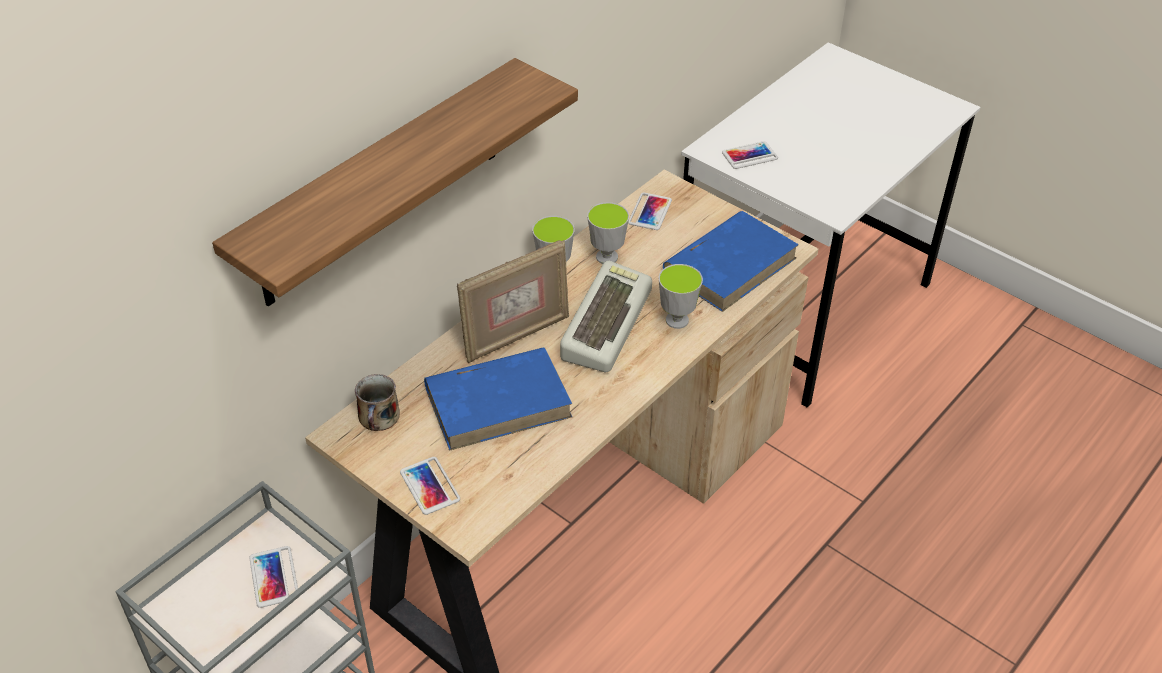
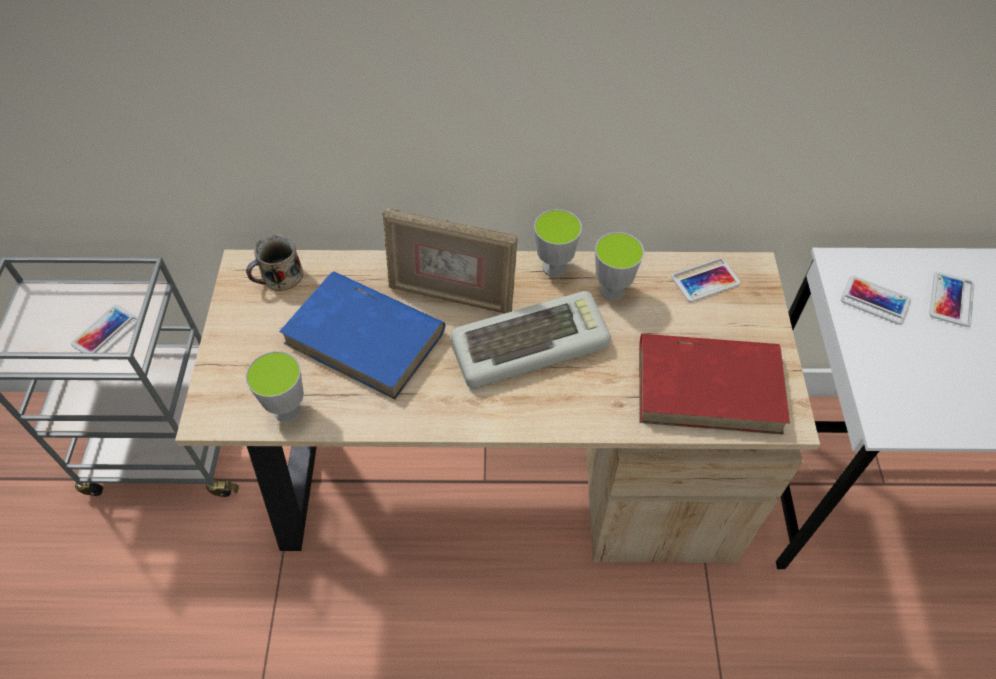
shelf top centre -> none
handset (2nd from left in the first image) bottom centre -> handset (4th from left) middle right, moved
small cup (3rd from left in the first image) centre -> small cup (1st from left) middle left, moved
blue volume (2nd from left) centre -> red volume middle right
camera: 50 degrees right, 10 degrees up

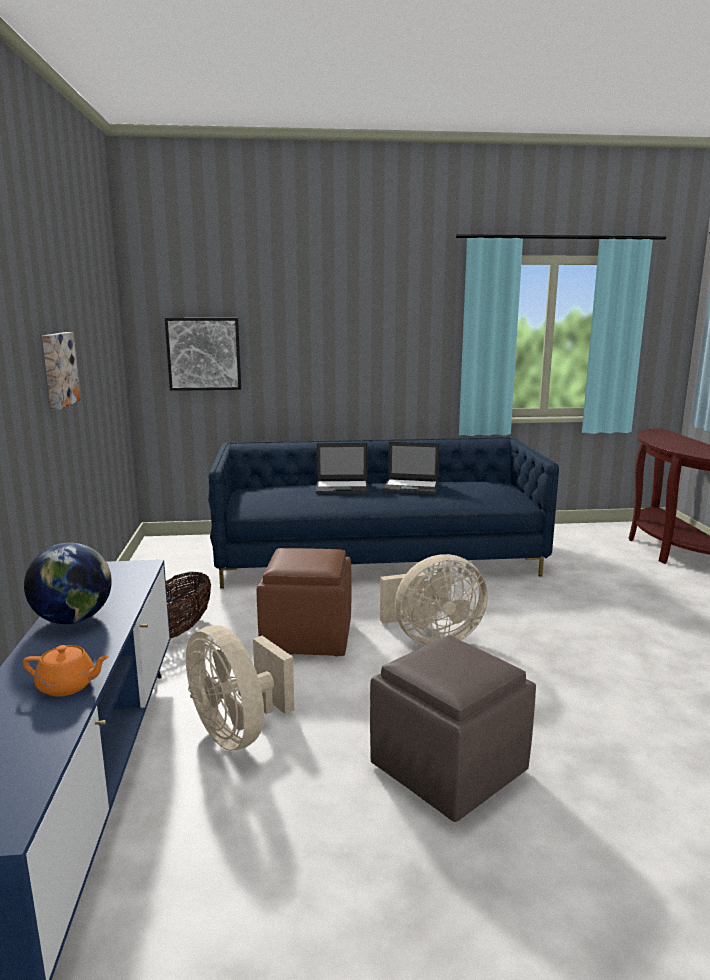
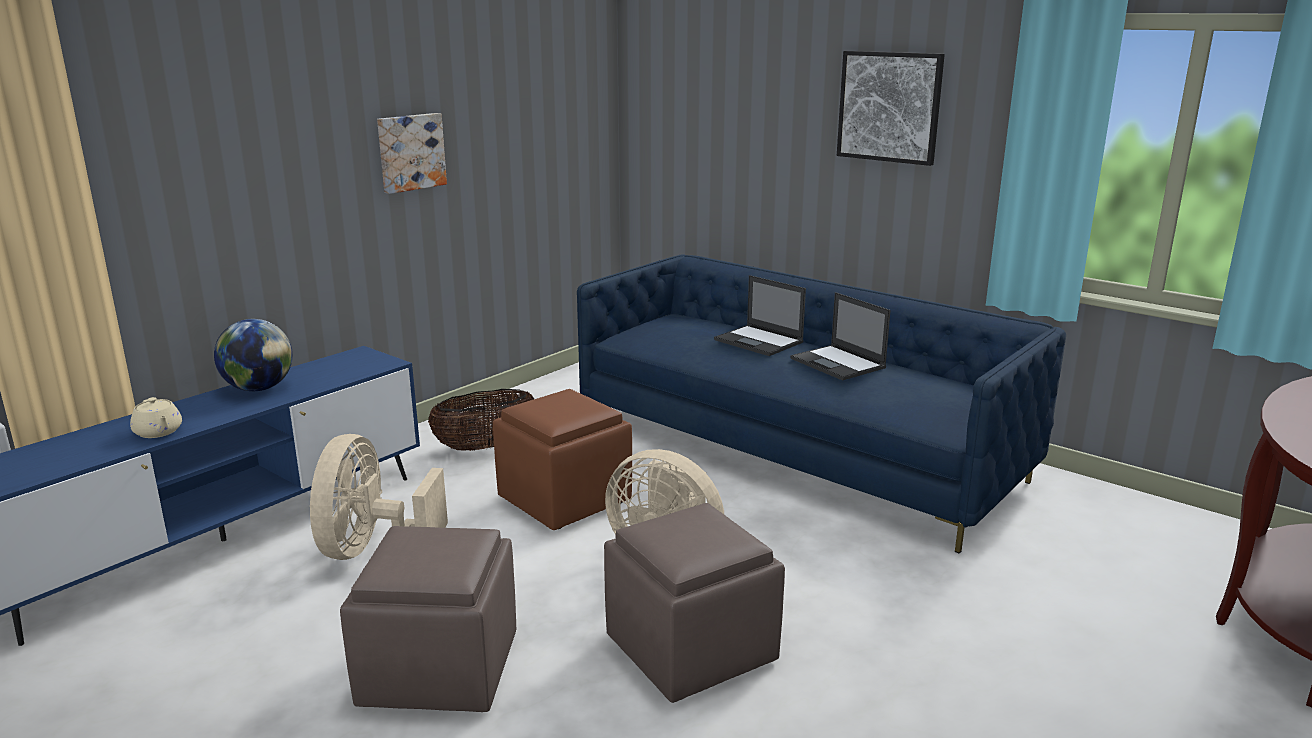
orangey tea pot bottom left -> beige tea pot middle left
wall picture (2nd from left) middle left -> wall picture (2nd from left) top right, moved
none -> brown ottoman (3rd from left) bottom centre
camera: 45 degrees right, 5 degrees up

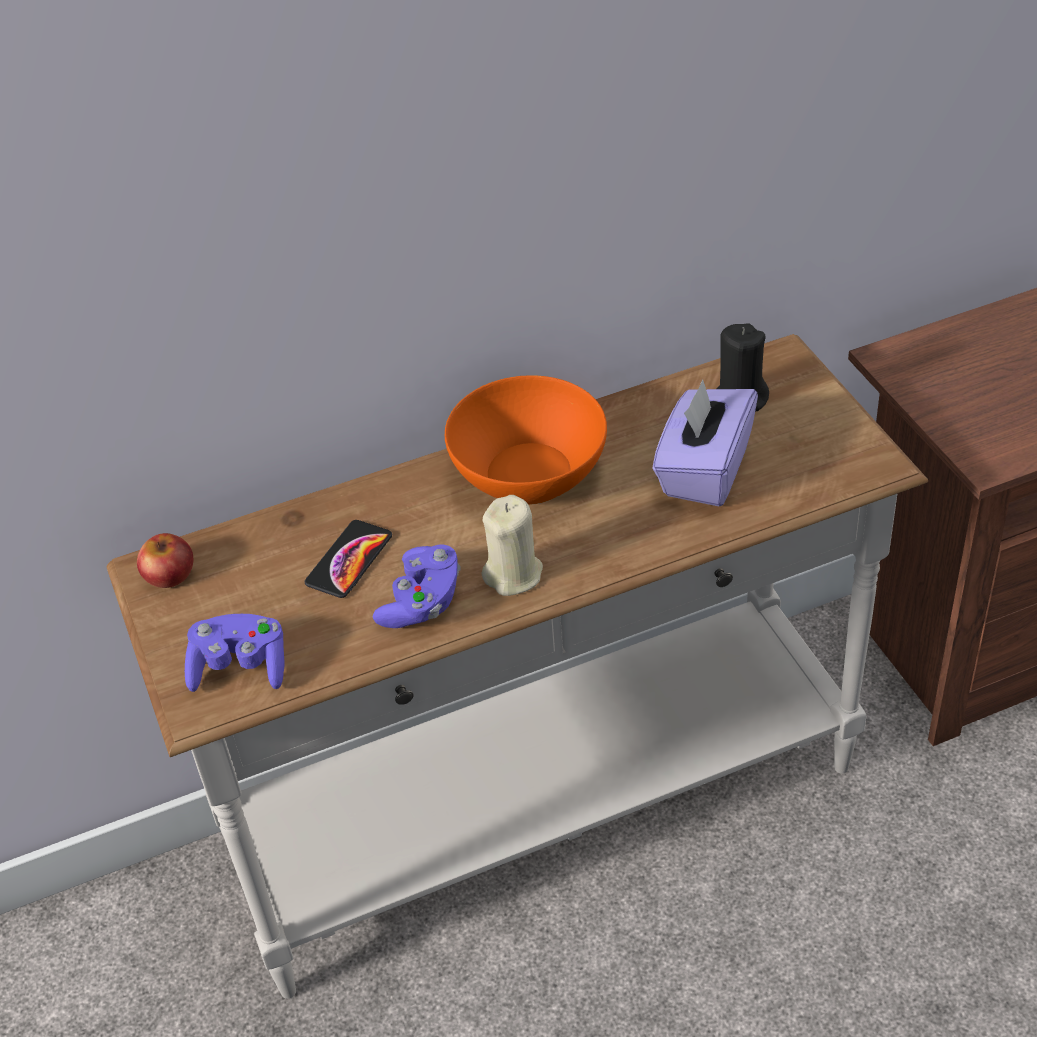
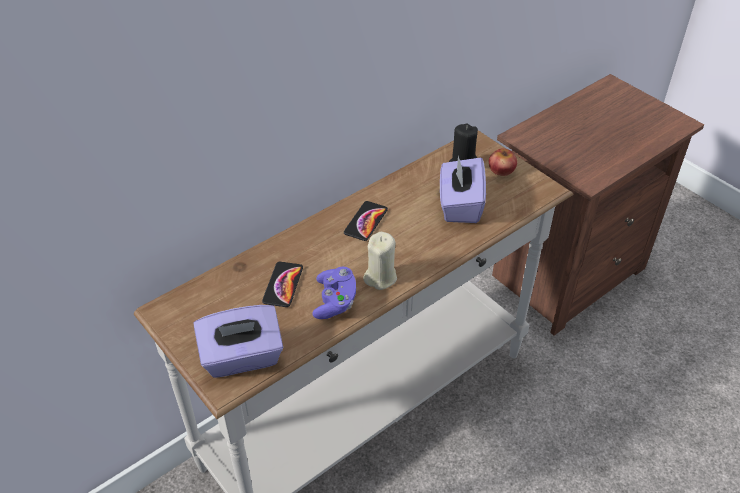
whole apple middle left -> whole apple top right, moved
purplish gamepad (1st from left) middle left -> purplish box of tissues (1st from left) bottom left
orangey deep dish centre -> handset (2nd from left) centre
camera: 20 degrees left, 0 degrees up

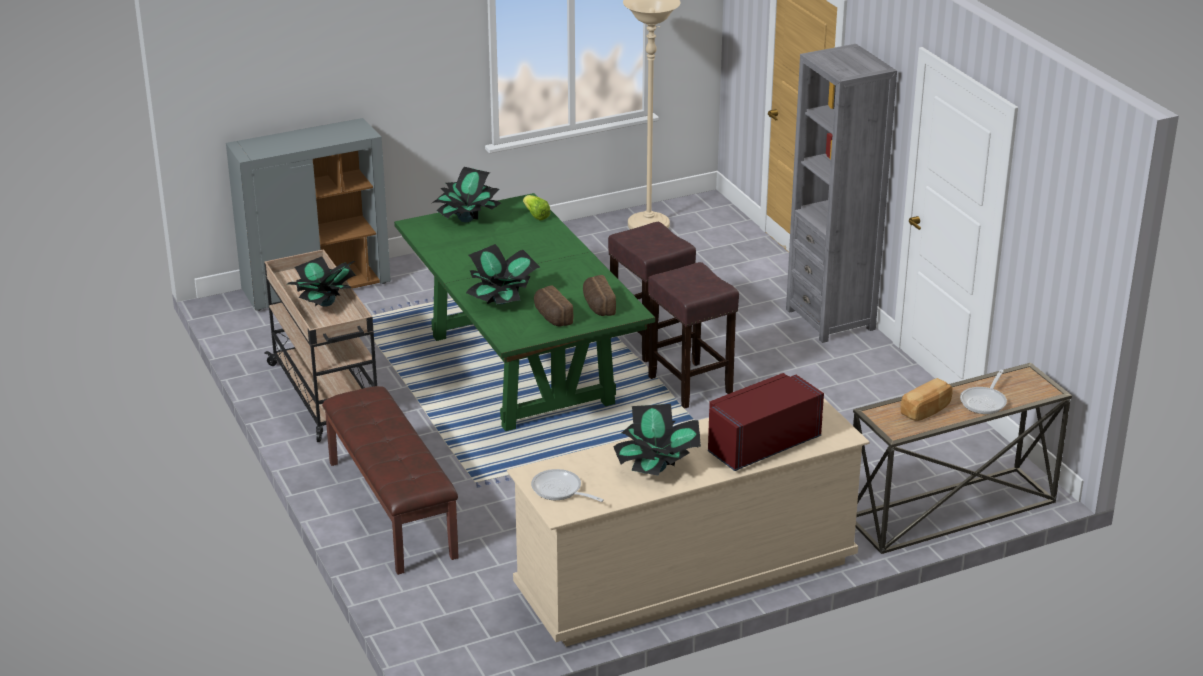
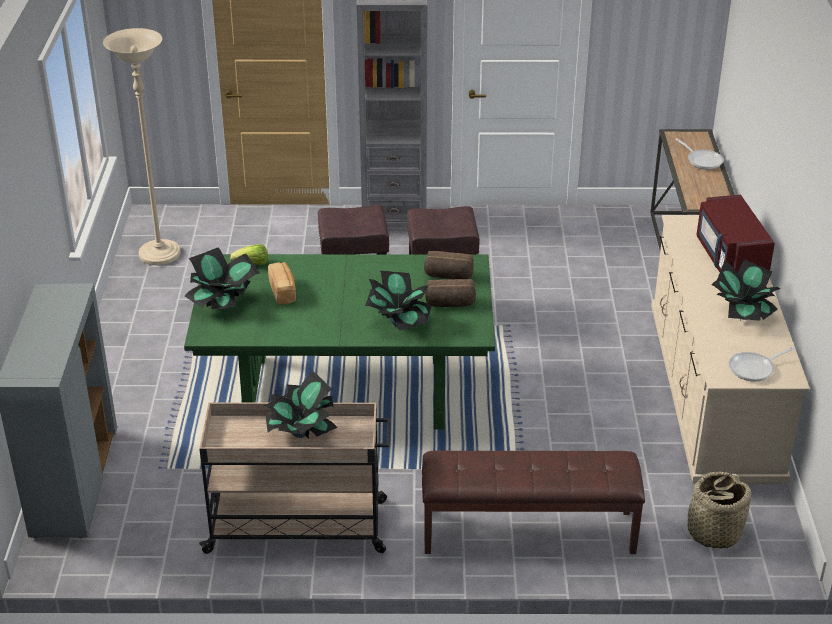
baked bread (3rd from left in the first image) middle right -> baked bread (1st from left) centre, moved
none -> basket bottom right
camera: 65 degrees left, 5 degrees up

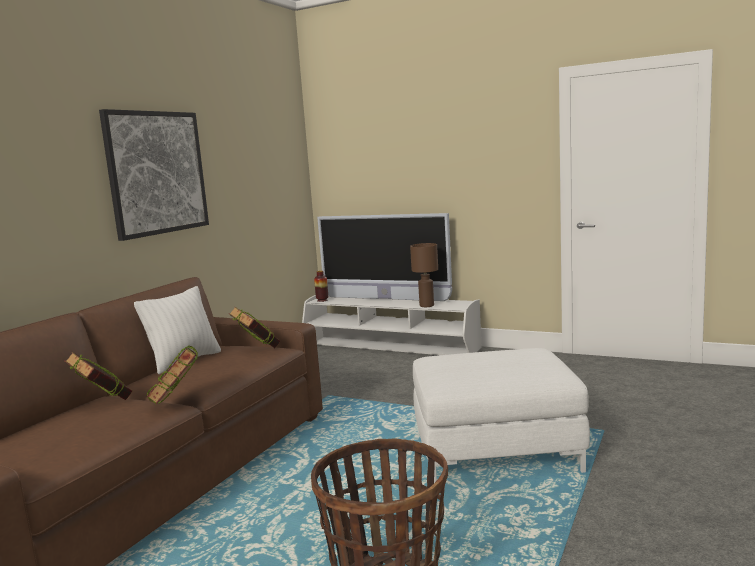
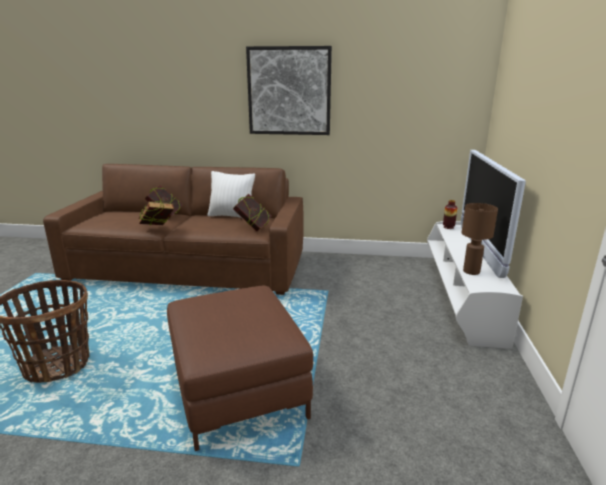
whitish ottoman bottom centre -> brown ottoman bottom centre
camera: 70 degrees right, 10 degrees up

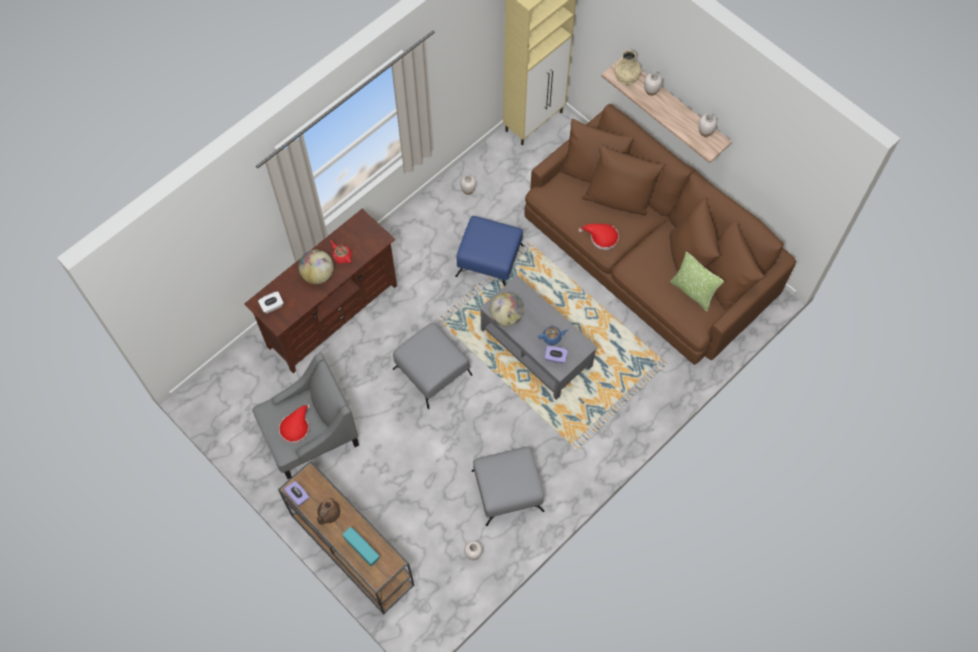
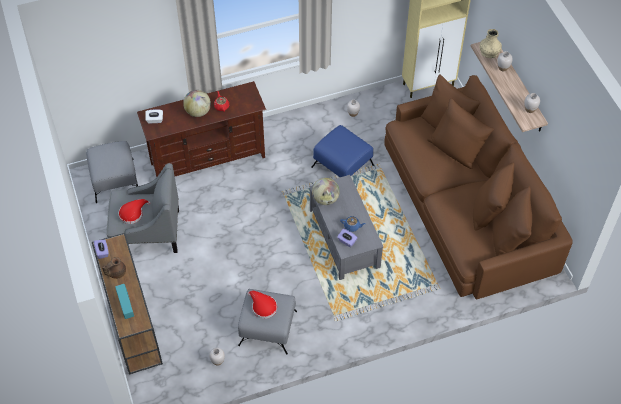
grey ottoman (1st from left) centre -> grey ottoman (1st from left) middle left, moved
red clothing hat (2nd from left) centre -> red clothing hat (2nd from left) bottom centre, moved
cushion middle right -> none
camera: 25 degrees right, 10 degrees down

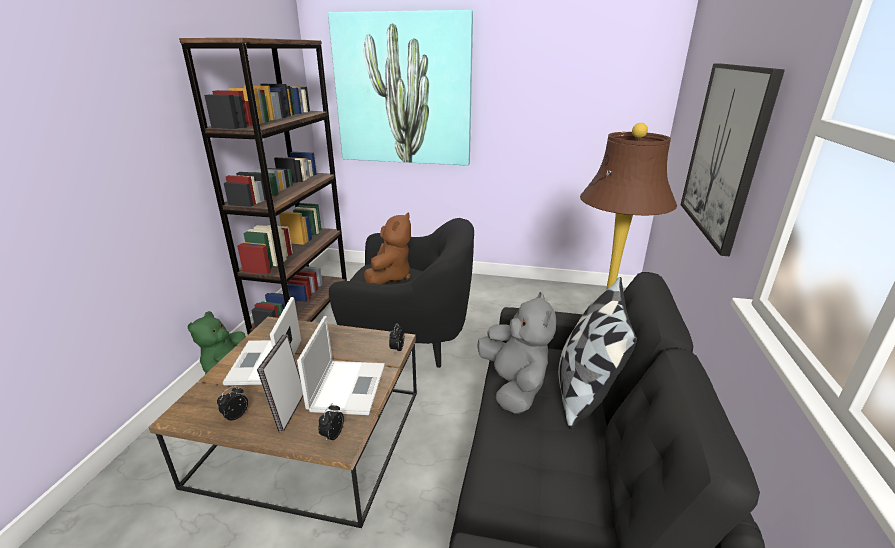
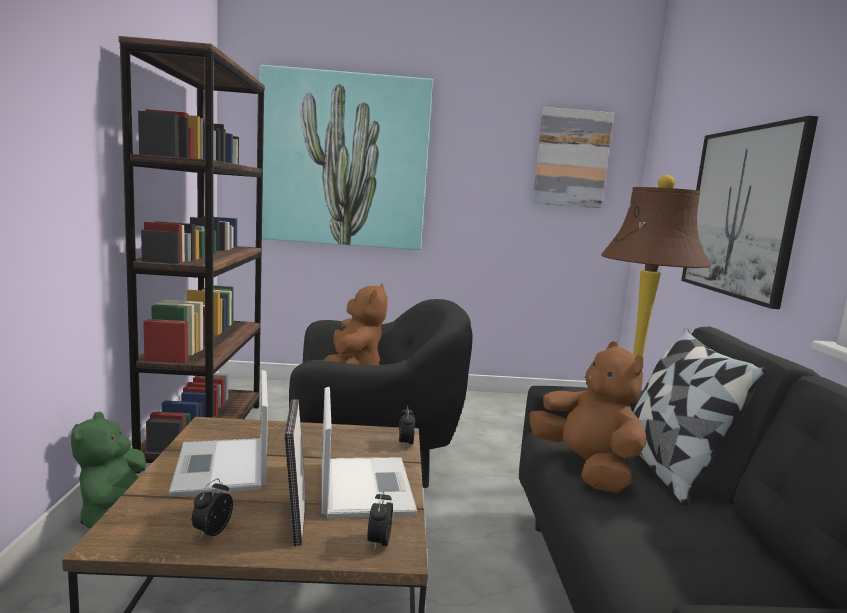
grey soft toy centre -> brown soft toy (2nd from left) bottom right
none -> wall picture (2nd from left) top right
camera: 15 degrees left, 15 degrees down

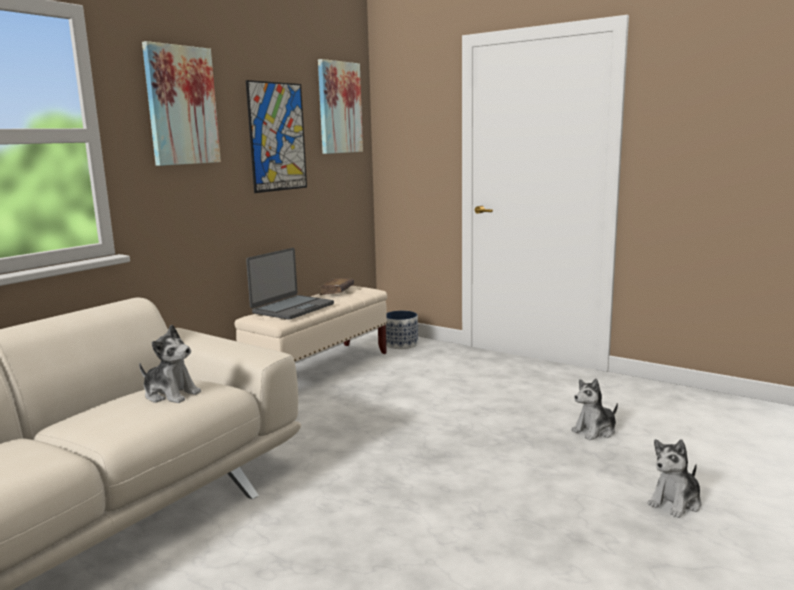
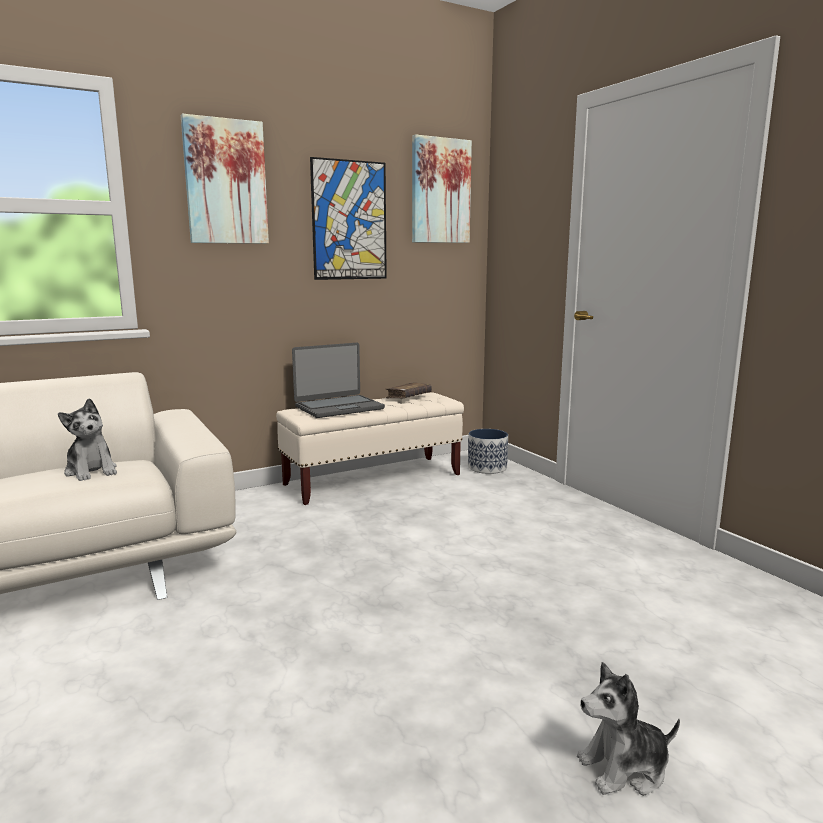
soft toy (2nd from left) bottom right -> none
camera: 25 degrees right, 0 degrees up

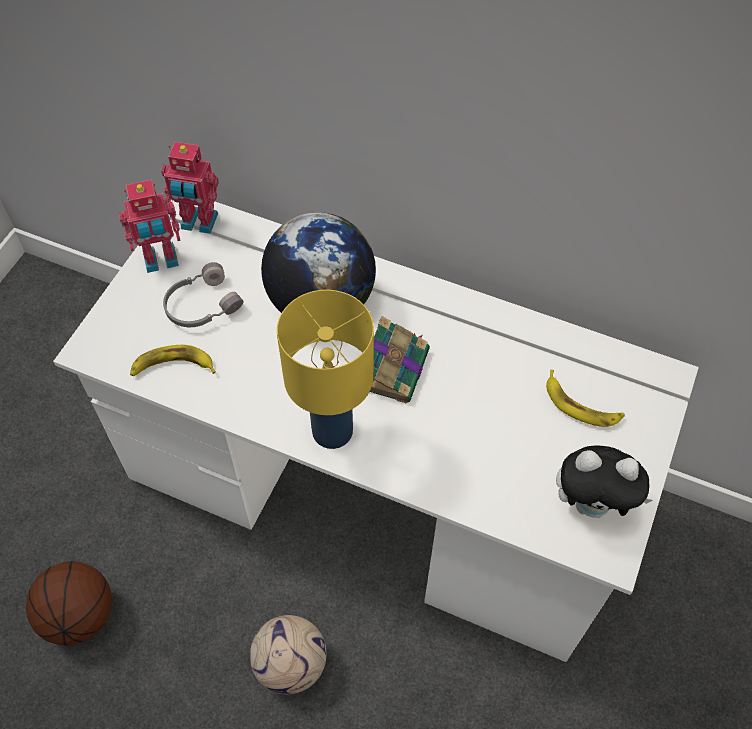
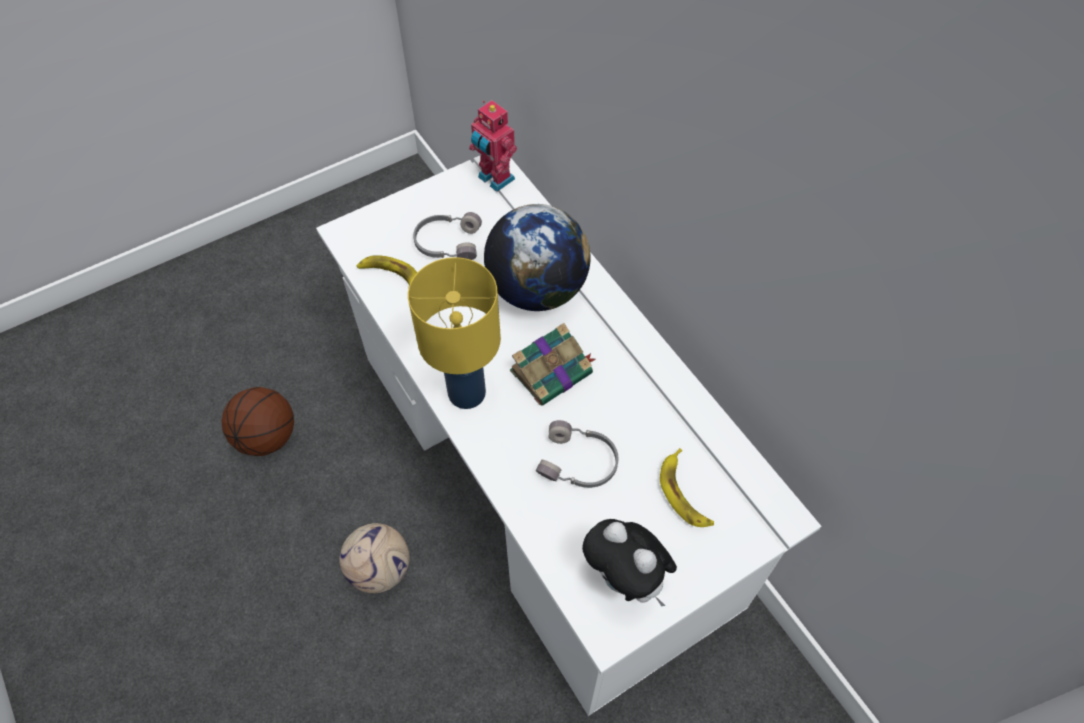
model robot (1st from left) top left -> none
none -> grey headphones (2nd from left) centre
camera: 35 degrees right, 0 degrees up

